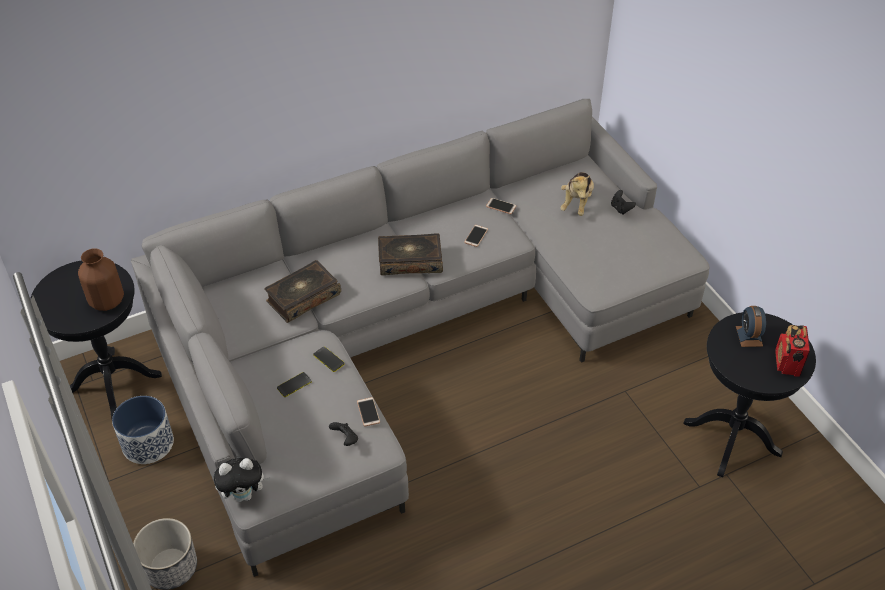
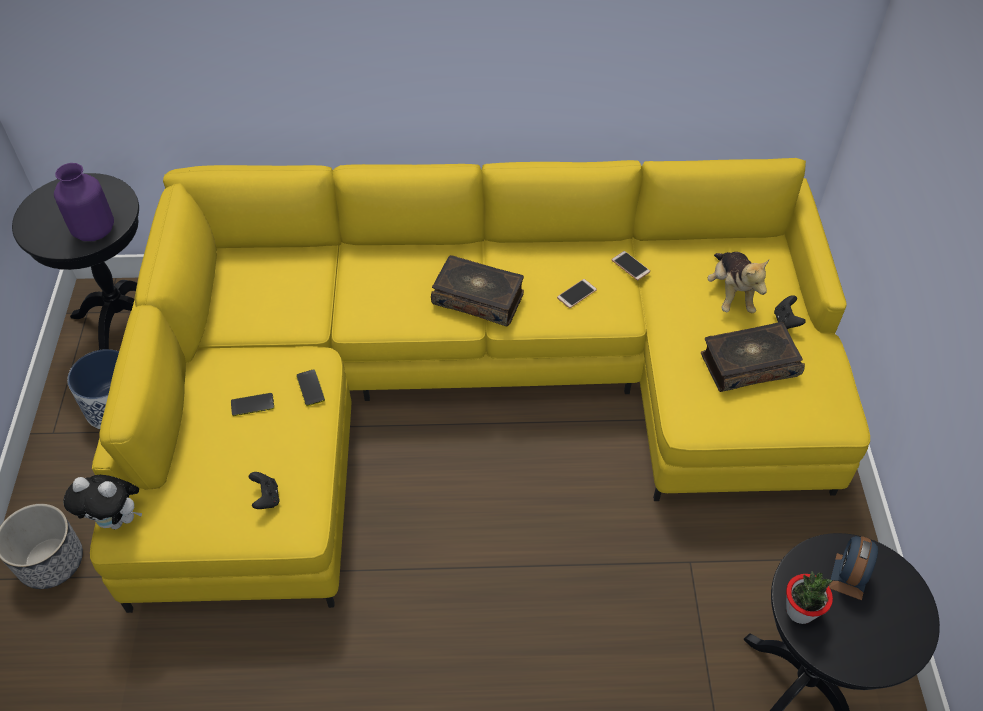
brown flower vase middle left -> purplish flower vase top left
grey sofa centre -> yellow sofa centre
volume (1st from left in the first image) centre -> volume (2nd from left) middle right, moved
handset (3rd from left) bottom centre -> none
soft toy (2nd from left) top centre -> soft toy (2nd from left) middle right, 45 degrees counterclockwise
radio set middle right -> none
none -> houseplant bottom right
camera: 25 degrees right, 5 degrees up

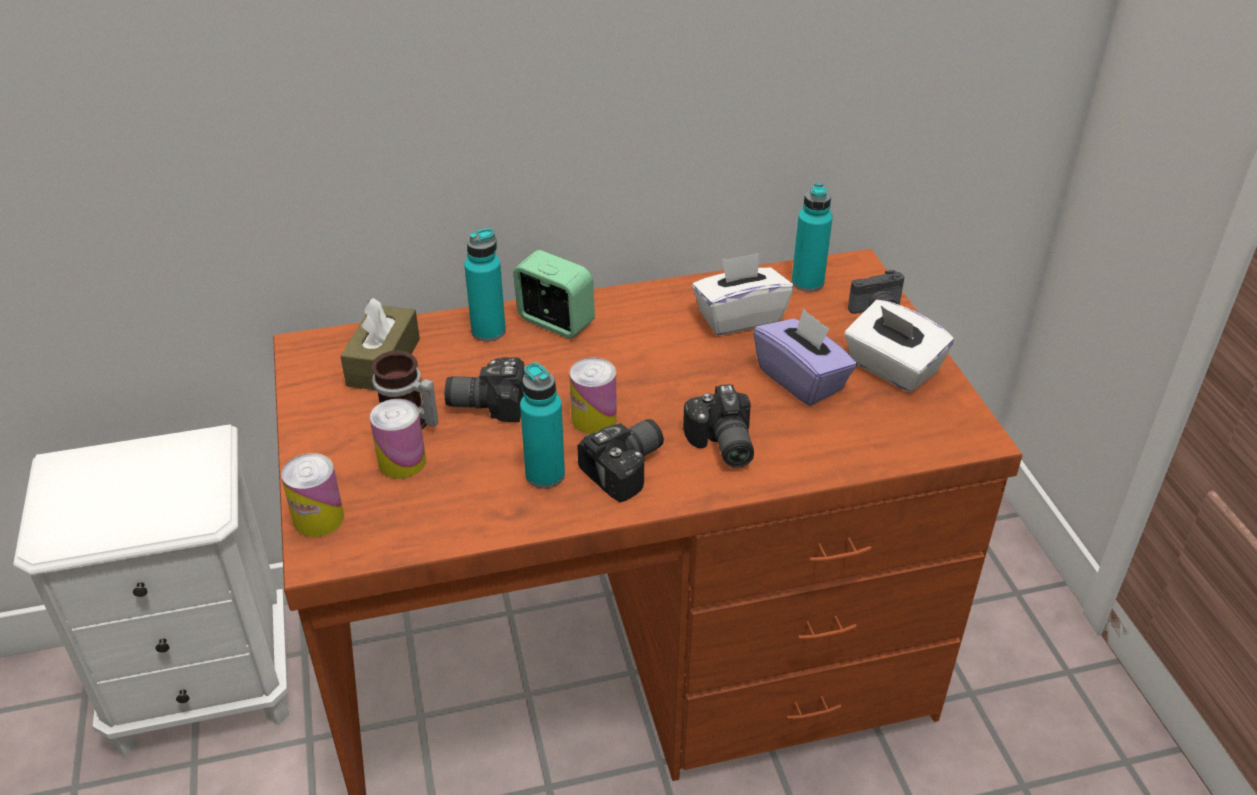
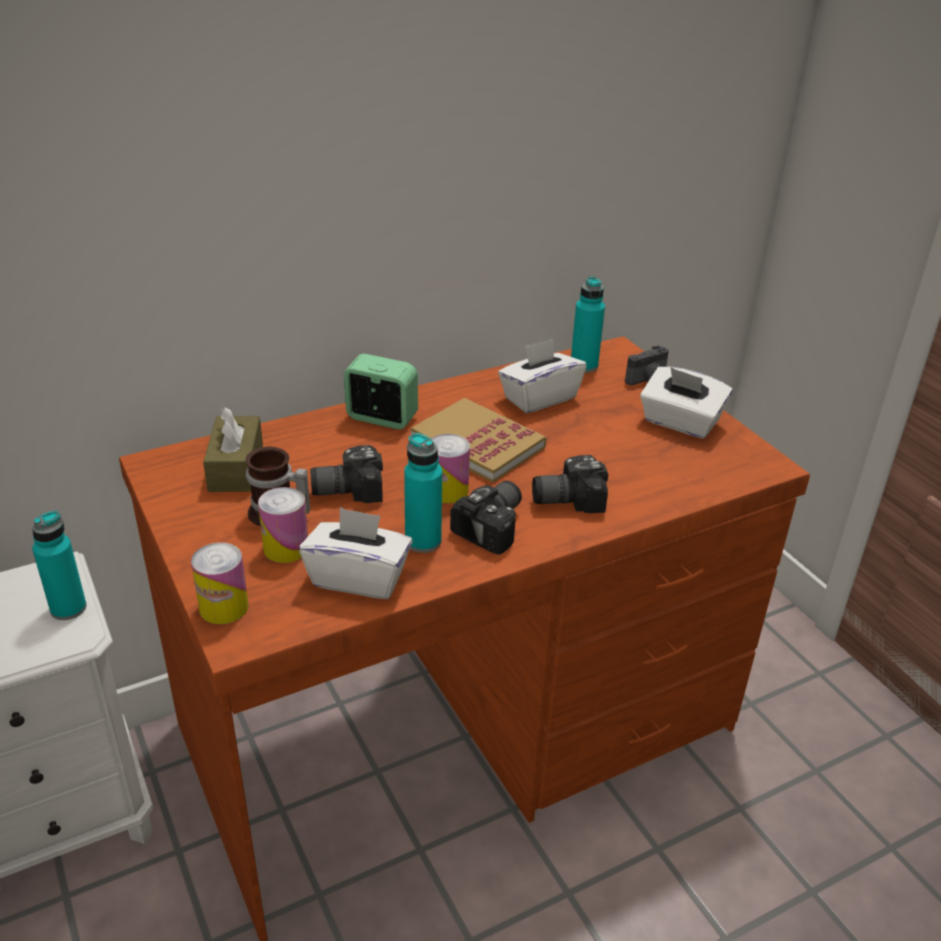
turquoise beverage bottle (1st from left) centre -> turquoise beverage bottle (1st from left) middle left, moved
still camera (3rd from left) centre, 105 degrees clockwise
purplish box of tissues centre -> none
none -> whitish box of tissues (1st from left) centre
none -> volume centre
camera: 15 degrees left, 5 degrees down

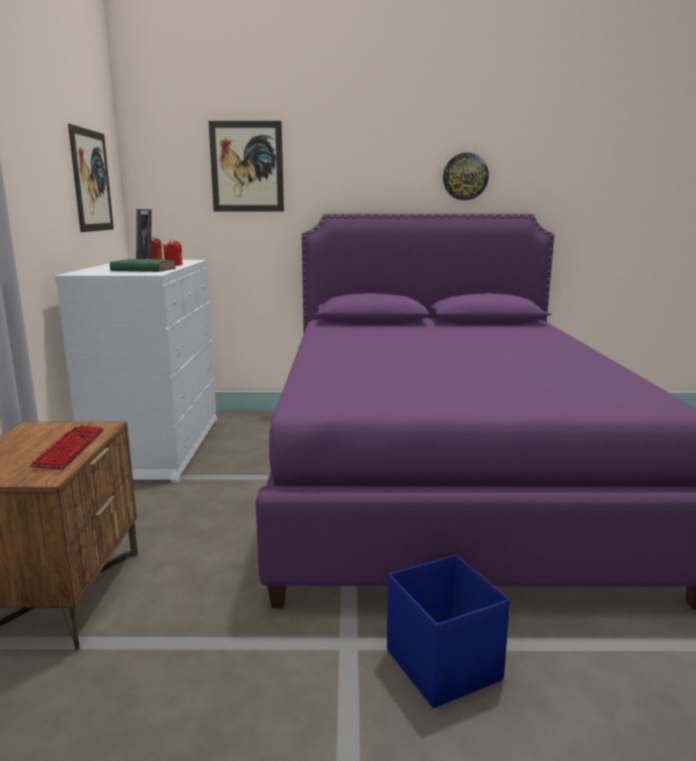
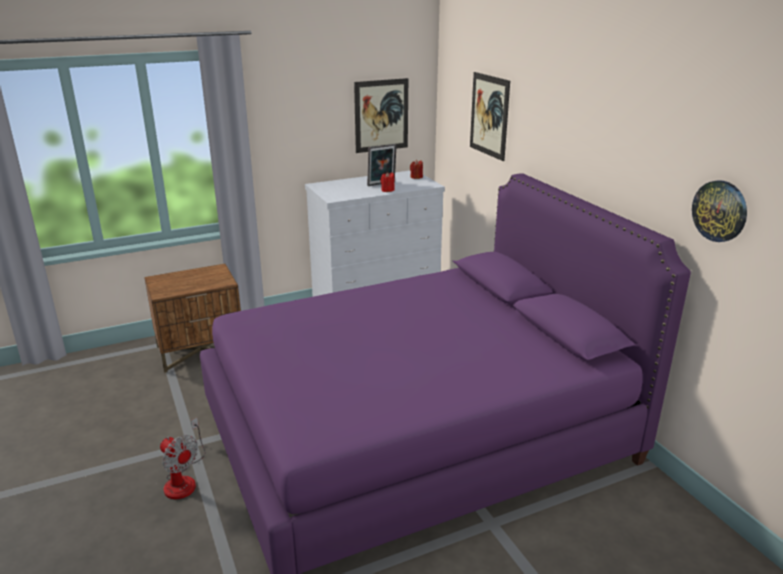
keyboard middle left -> none
greenish volume middle left -> none
blue storage bin bottom centre -> electric fan bottom left
hanging clock top right -> hanging clock middle right, moved
camera: 65 degrees right, 10 degrees up

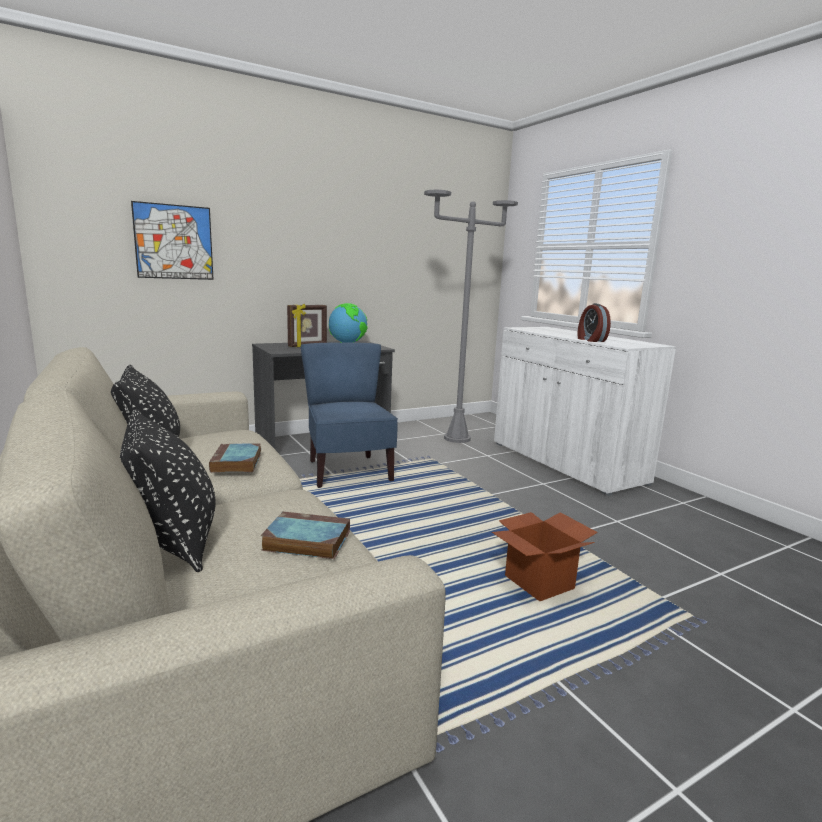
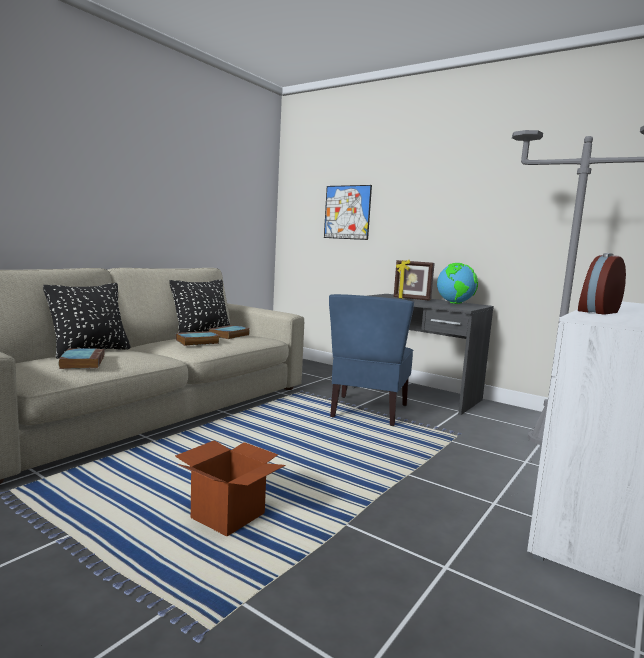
blue upright chair centre, 150 degrees clockwise
none -> volume (3rd from left) centre
camera: 65 degrees right, 5 degrees down

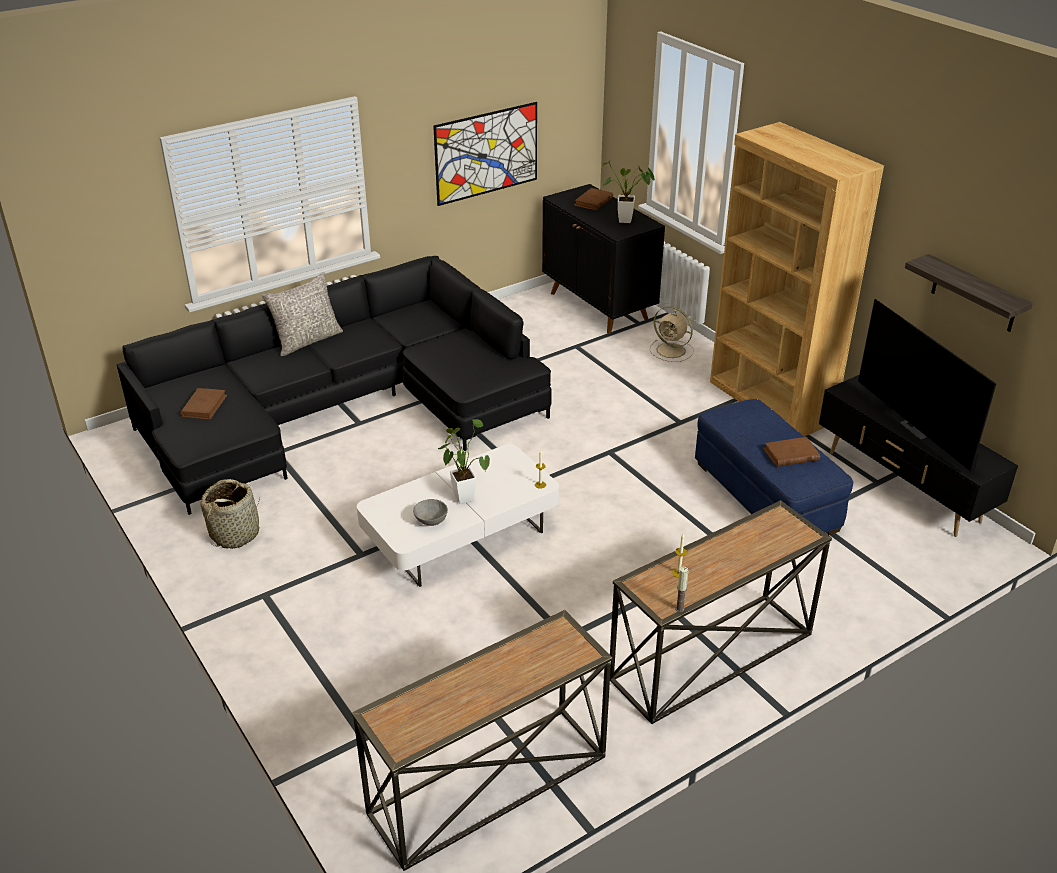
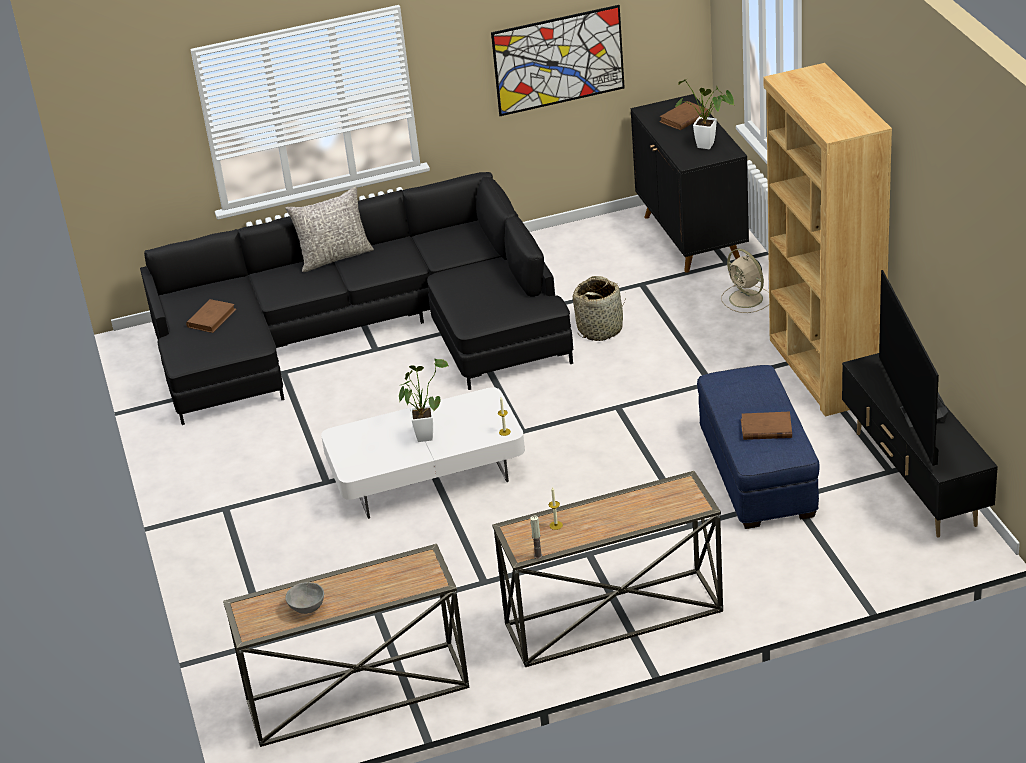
basket middle left -> basket centre, moved
grey deep dish centre -> grey deep dish bottom left, moved
shelf middle right -> none
camera: 20 degrees right, 0 degrees up

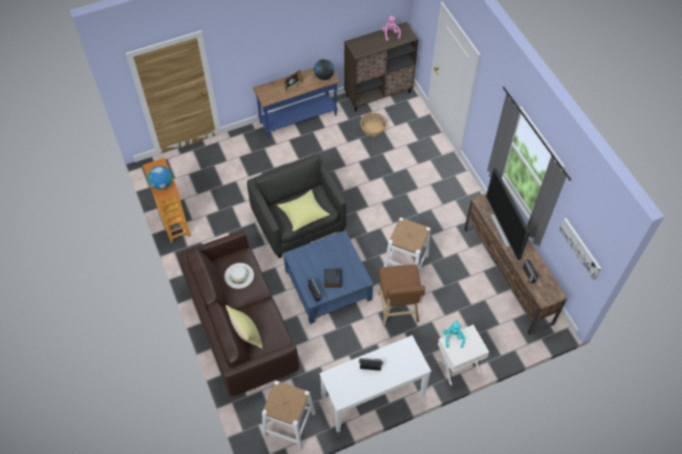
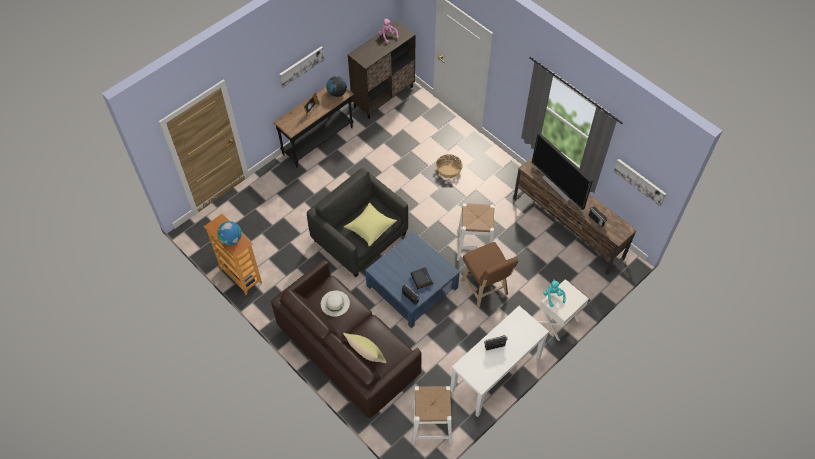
blue narrow table top centre -> blackish narrow table top centre
basket top centre -> basket centre, moved
none -> wall picture (1st from left) top centre
camera: 20 degrees left, 0 degrees up

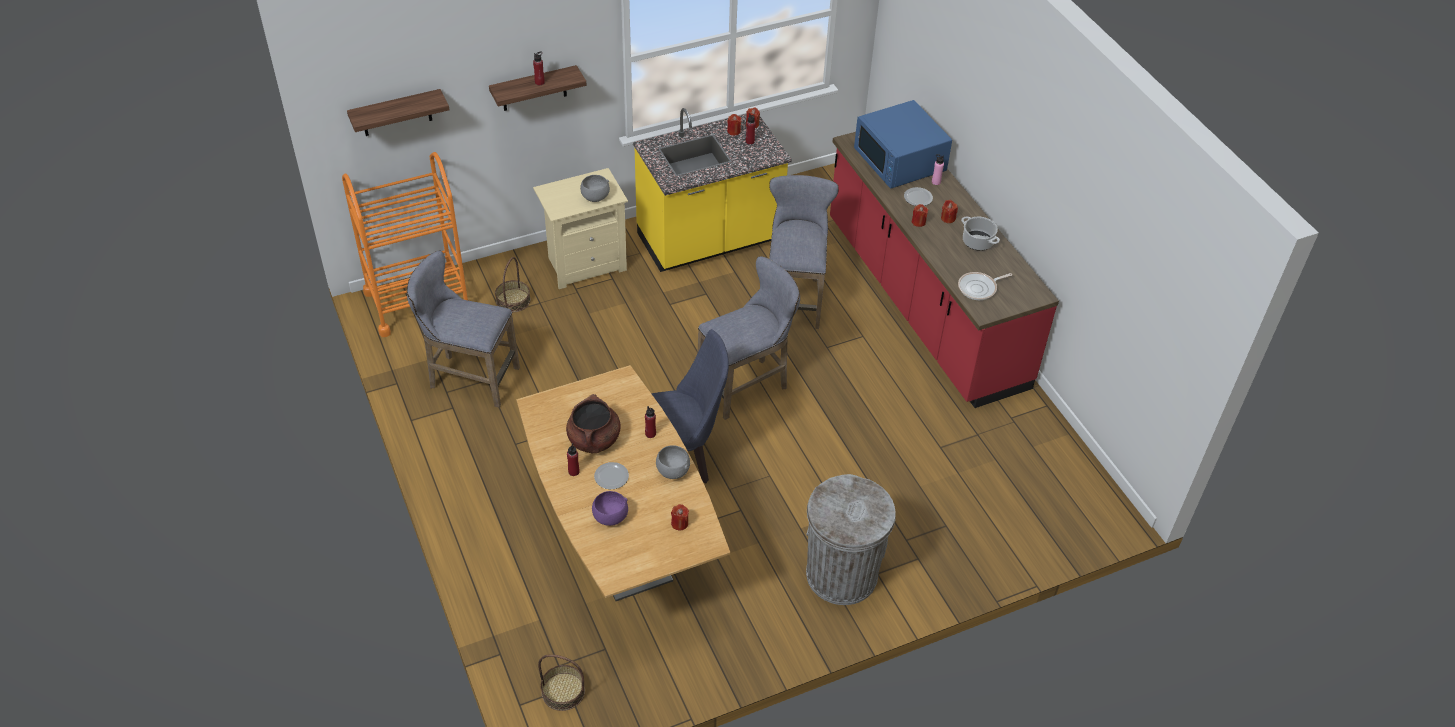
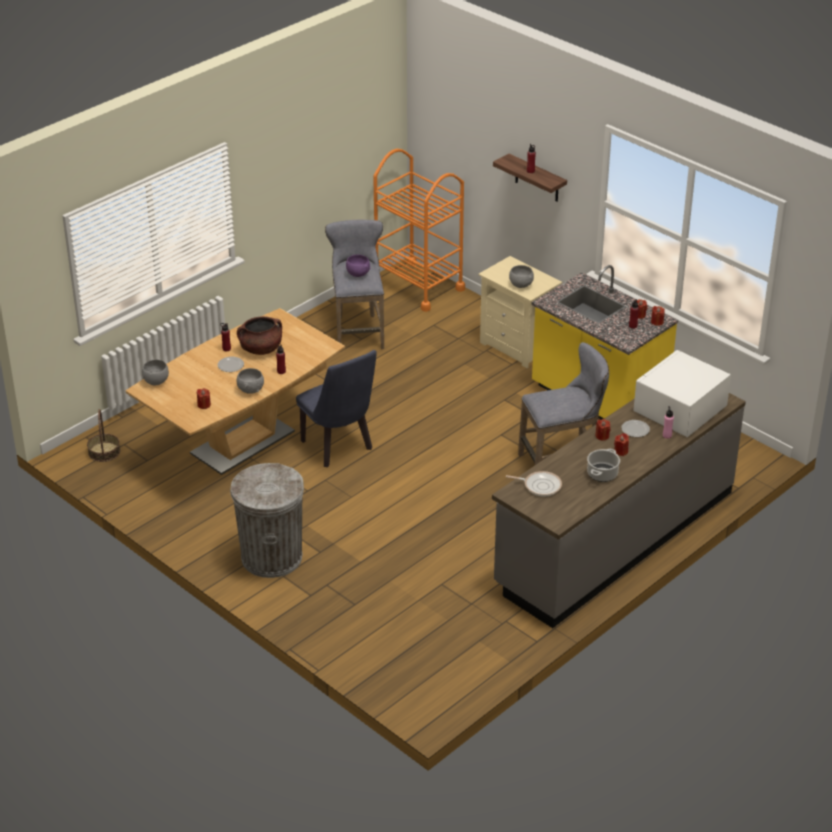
shelf (1st from left) top left -> none
basket (1st from left) centre -> none
purplish deep dish bottom centre -> purplish deep dish top centre, moved
grey stool (2nd from left) centre -> none
red counter centre -> grey counter middle right
blue microwave top centre -> whitish microwave middle right
frying pan middle right -> frying pan centre, 150 degrees clockwise
none -> grey deep dish (1st from left) middle left
camera: 70 degrees right, 10 degrees down

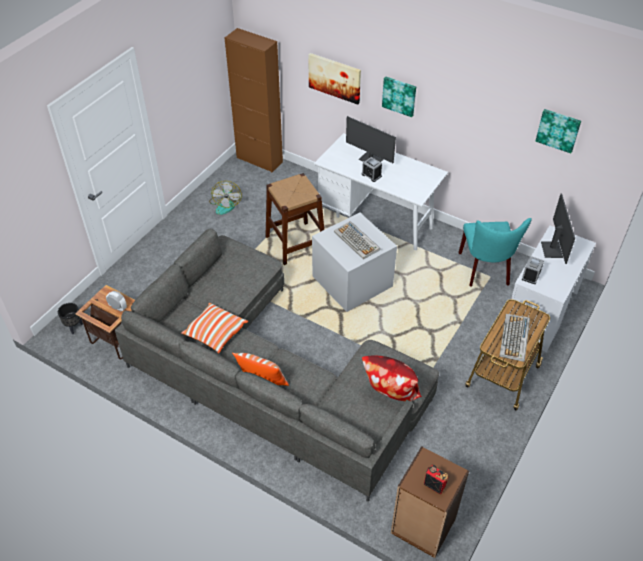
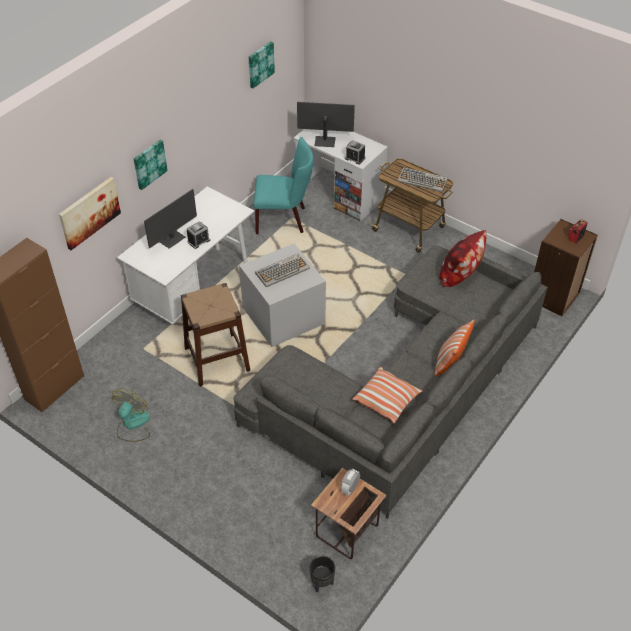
electric fan centre -> electric fan middle left, 75 degrees counterclockwise
camera: 85 degrees left, 0 degrees up

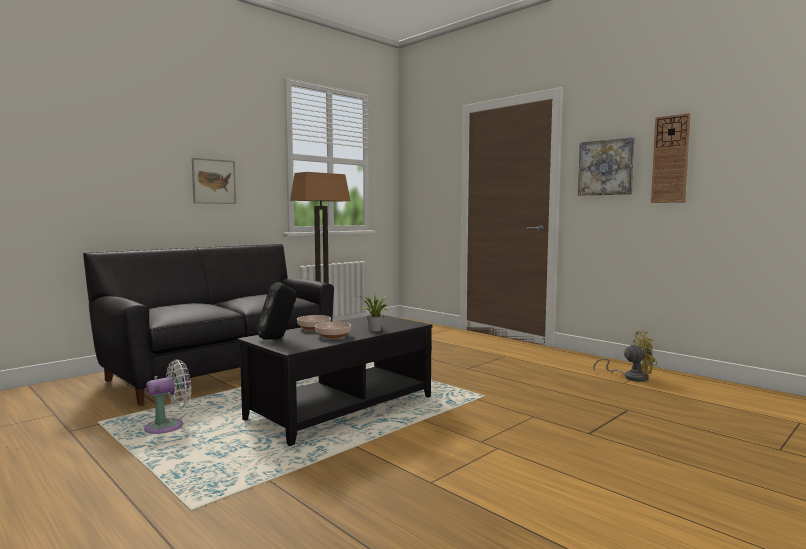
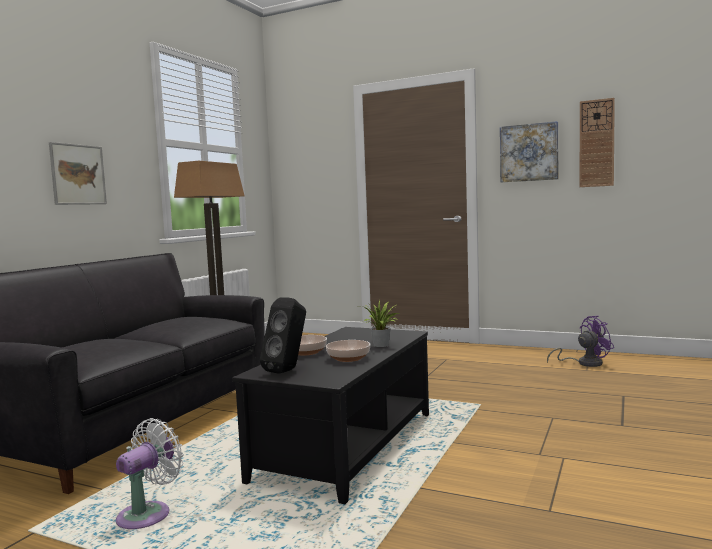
yellow electric fan middle right -> purplish electric fan middle right
camera: 20 degrees left, 0 degrees up

